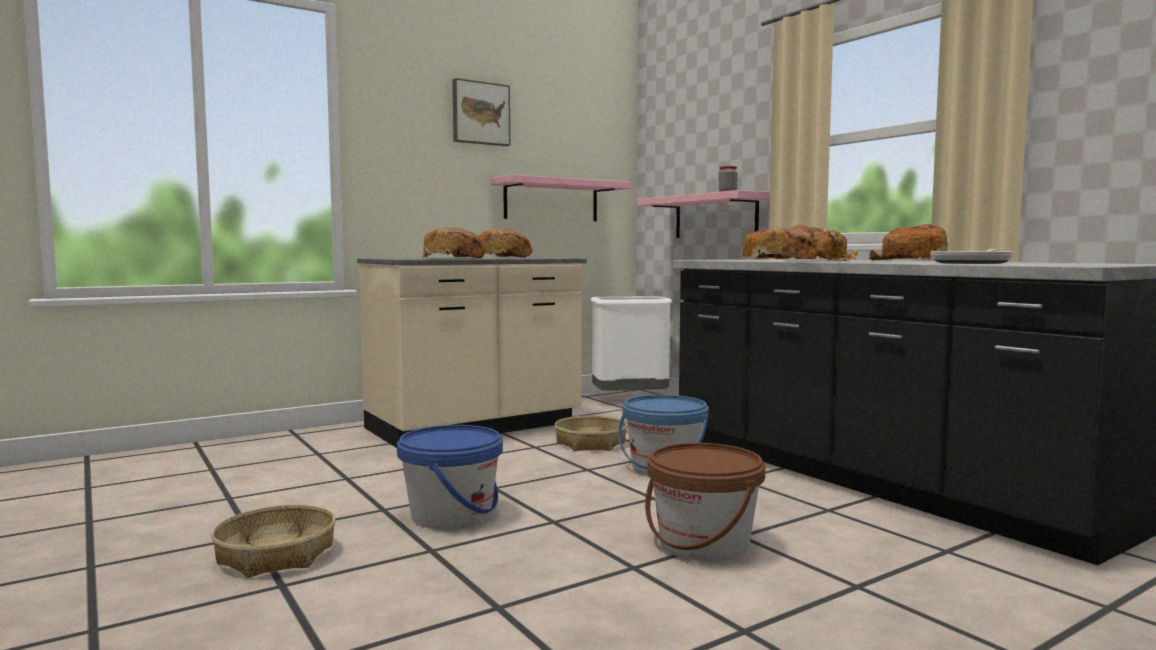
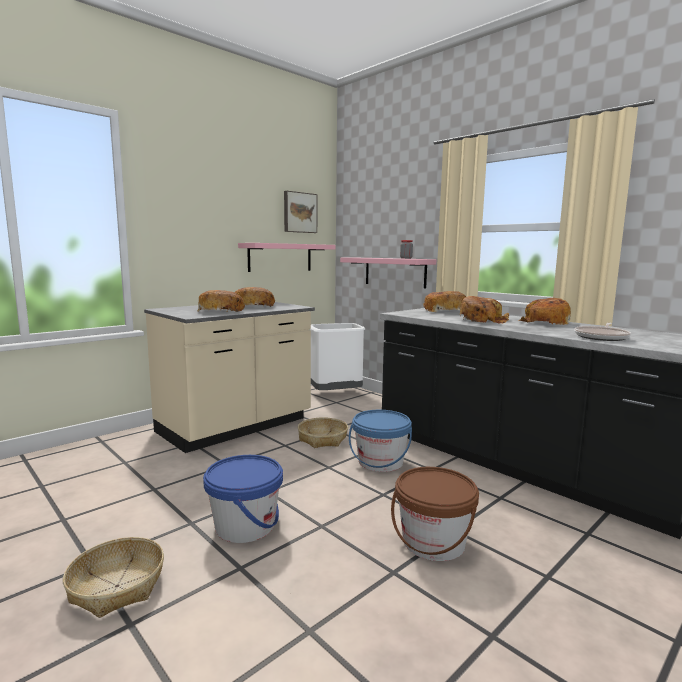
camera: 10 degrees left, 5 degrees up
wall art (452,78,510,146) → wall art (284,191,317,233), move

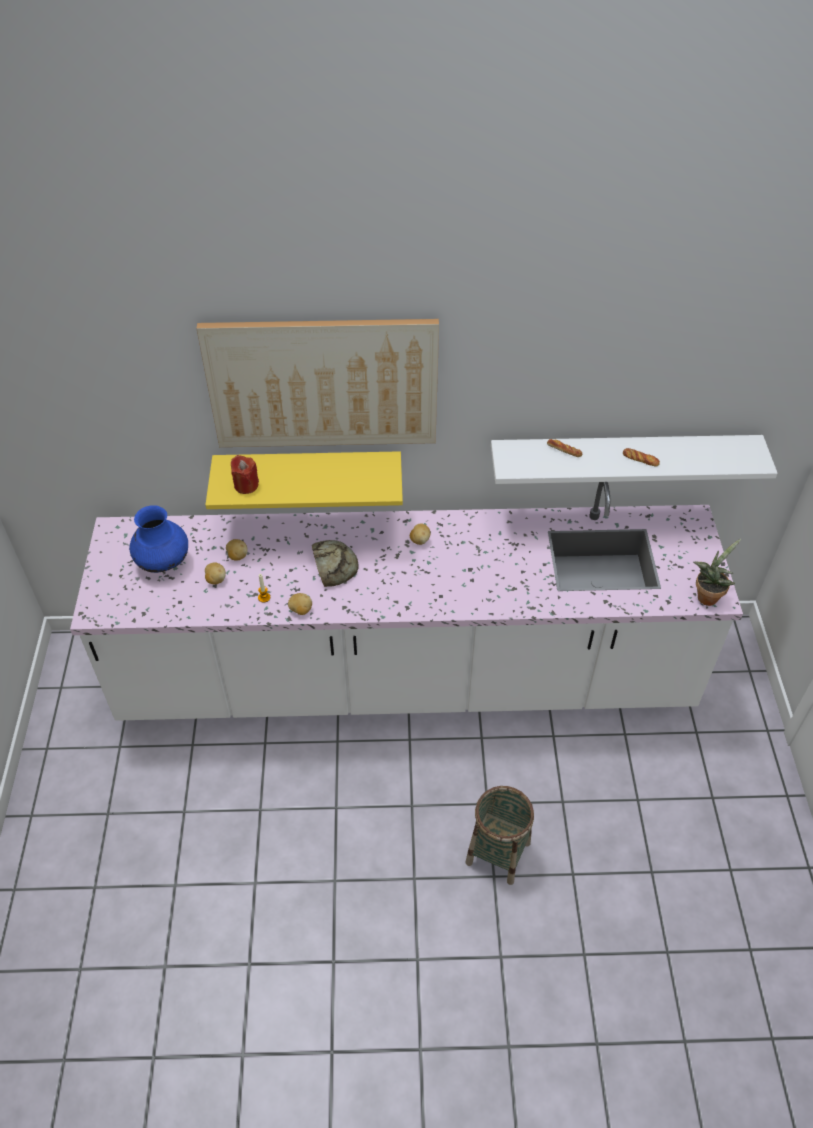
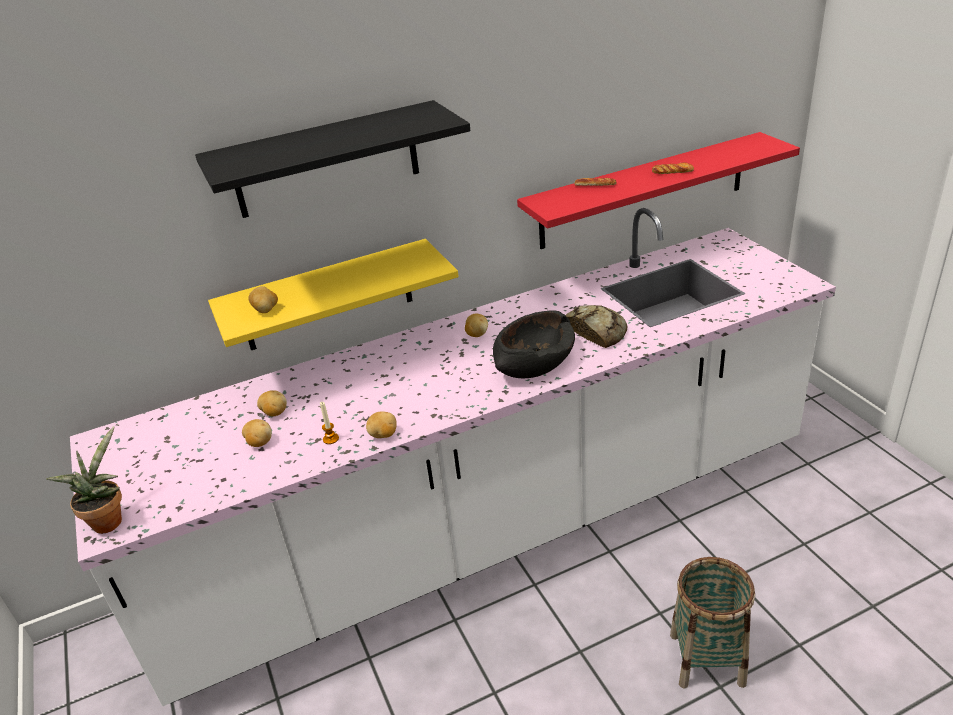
camera: 20 degrees left, 15 degrees down
wall art (196,319,439,447) → black-coloured wall shelf (195,100,470,218)
white-coloured wall shelf (491,435,778,484) → red wall shelf (517,132,800,249)
red candle (231,455,259,494) → potato (248,286,278,313)
bluish decorative vase (129,505,188,573) → -
houseplant (693,539,741,606) → houseplant (46,426,122,534), move
bakery bread (312,540,359,587) → bakery bread (566,305,627,348), move
- → black-coloured deep dish (493,310,575,378)

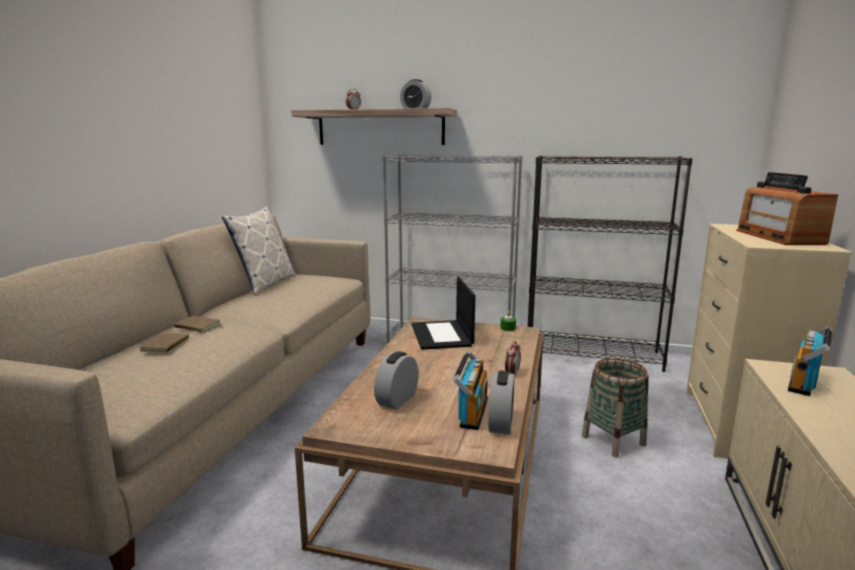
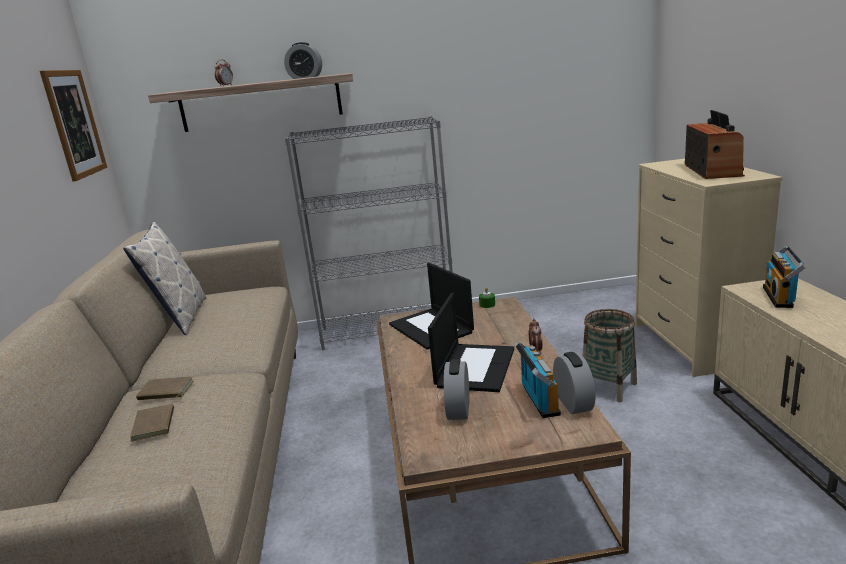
camera: 20 degrees left, 5 degrees up
black-coloured bookshelf (528,156,693,372) → -
radio (736,172,838,245) → radio (685,110,745,179), 150 degrees counterclockwise
- → wall art (40,70,107,181)
- → portable computer (428,293,514,392)

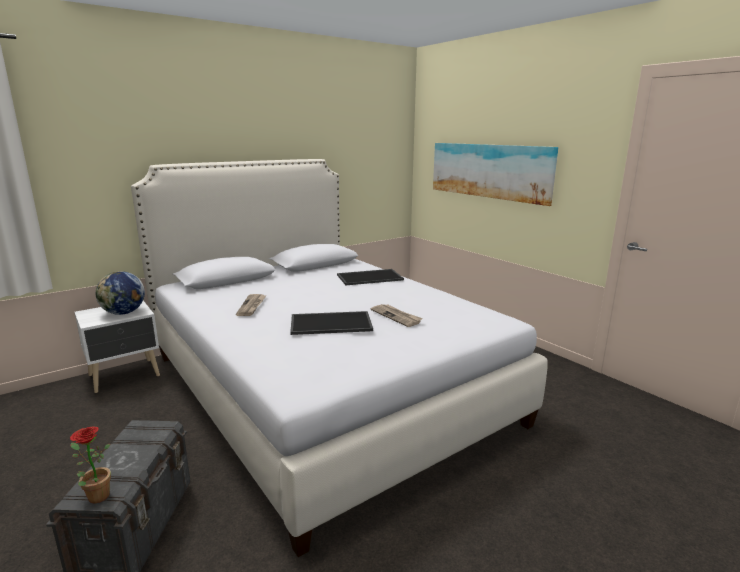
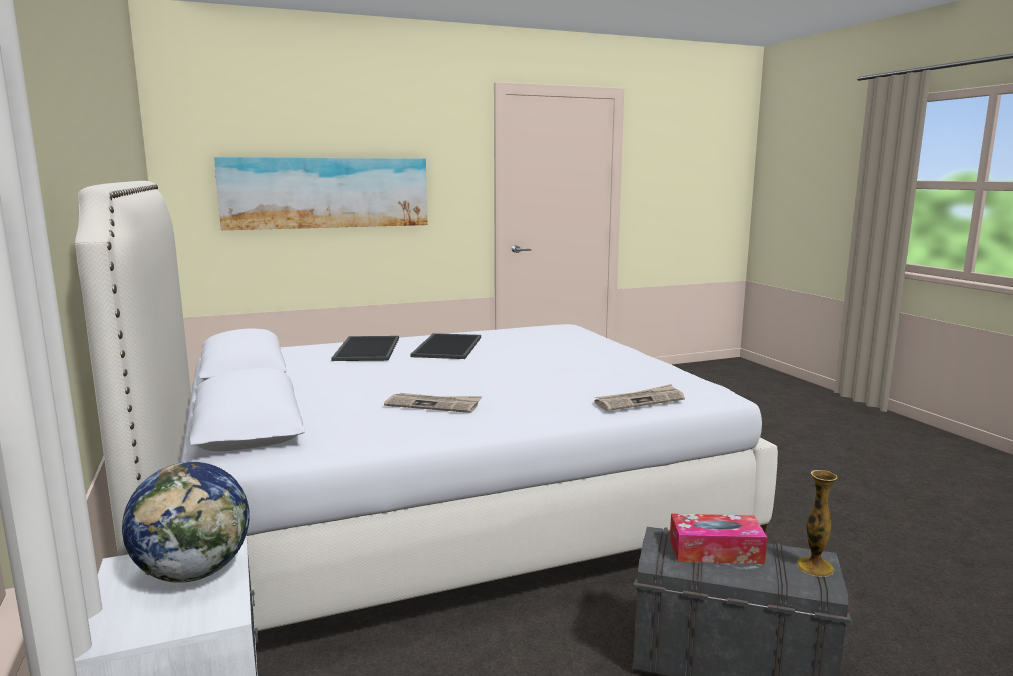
camera: 75 degrees left, 5 degrees down
newspaper (371,304,423,327) → newspaper (594,384,685,411), move
serving tray (290,311,373,335) → serving tray (410,333,481,359), move
houseplant (70,427,111,503) → decorative vase (797,470,838,577)
- → box of tissues (670,514,767,564)

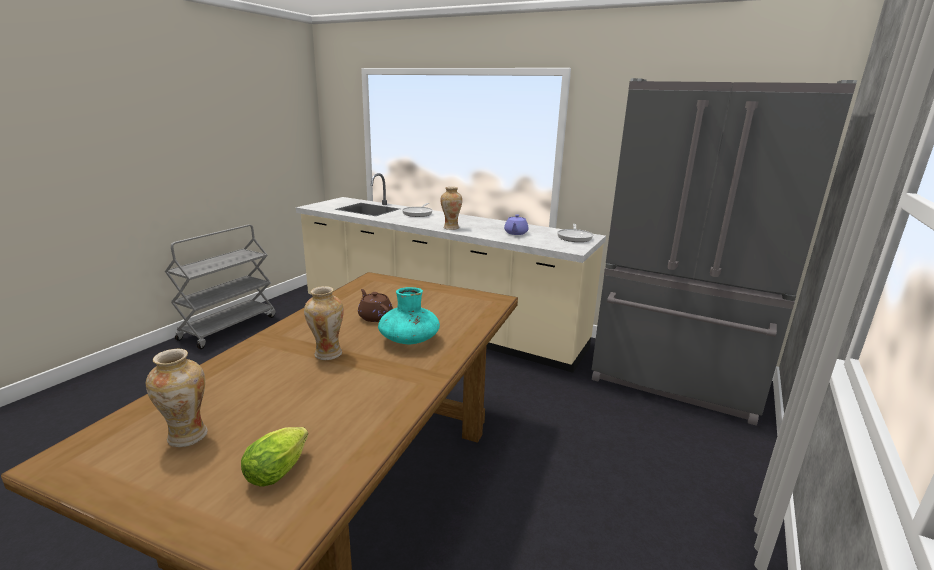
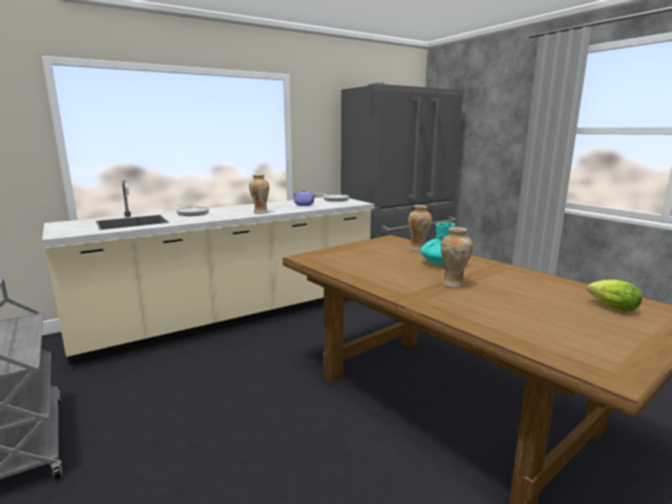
camera: 60 degrees left, 5 degrees down
brownish tea pot (358,289,393,322) → -
decorative vase (146,349,208,447) → decorative vase (408,205,432,251), move

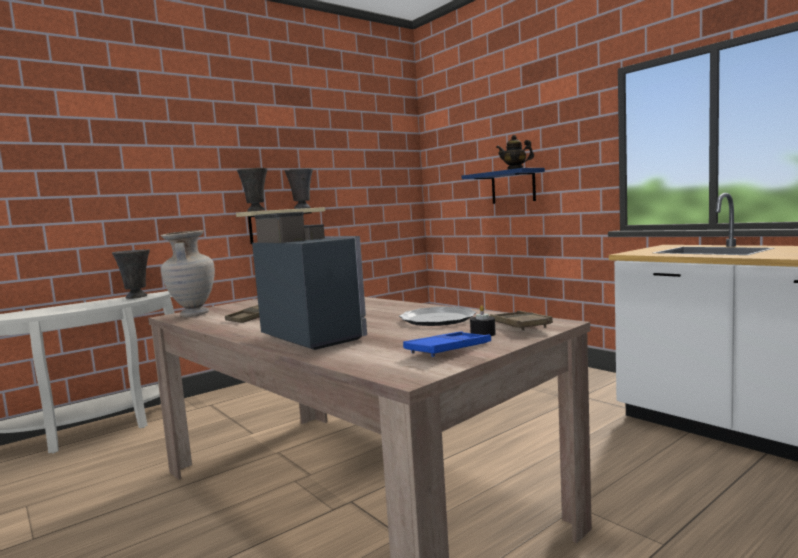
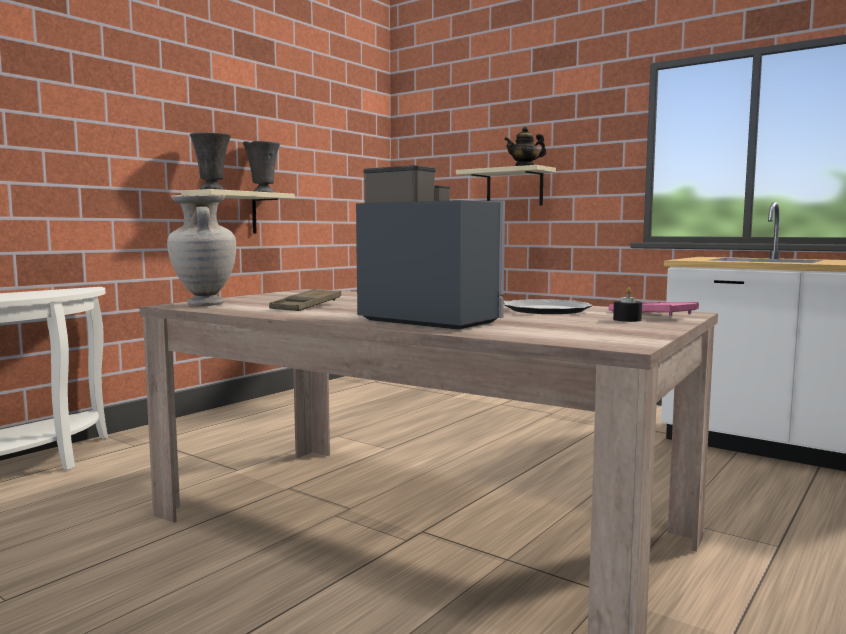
camera: 15 degrees left, 0 degrees up
bluish wall shelf (462,168,545,204) → beige-coloured wall shelf (456,165,556,206)
greyish decorative vase (112,249,150,299) → -
brownish serving tray (490,311,553,331) → pink-coloured serving tray (609,302,699,316)
bluish serving tray (403,331,491,357) → -

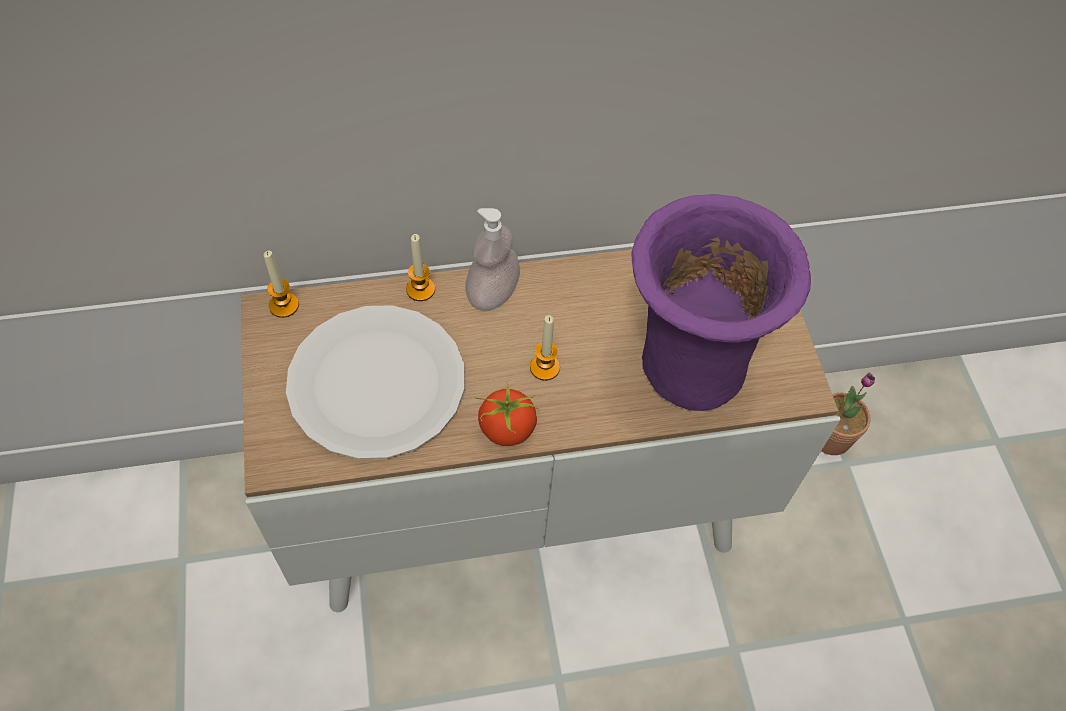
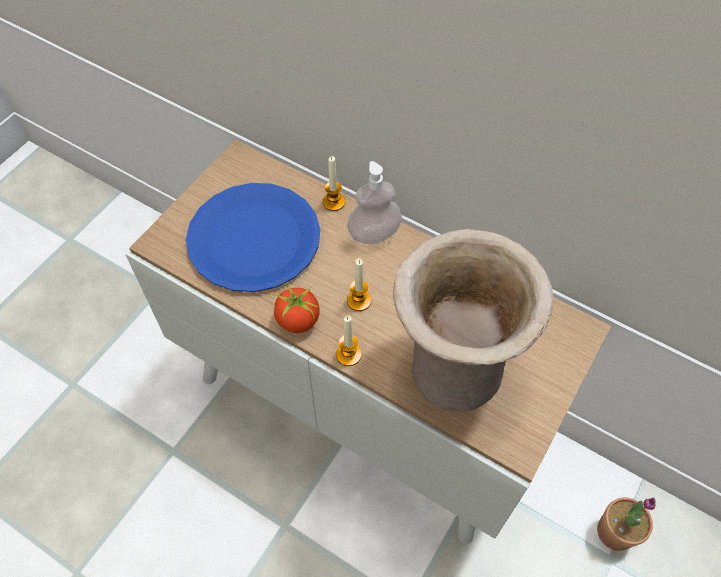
camera: 45 degrees right, 0 degrees up
purple-coloured decorative vase (631,194,811,411) → beige-coloured decorative vase (393,229,554,411)
candle (264,251,299,318) → candle (336,316,362,366), move
white-coloured plate (286,305,465,459) → bluish plate (186,183,320,292)

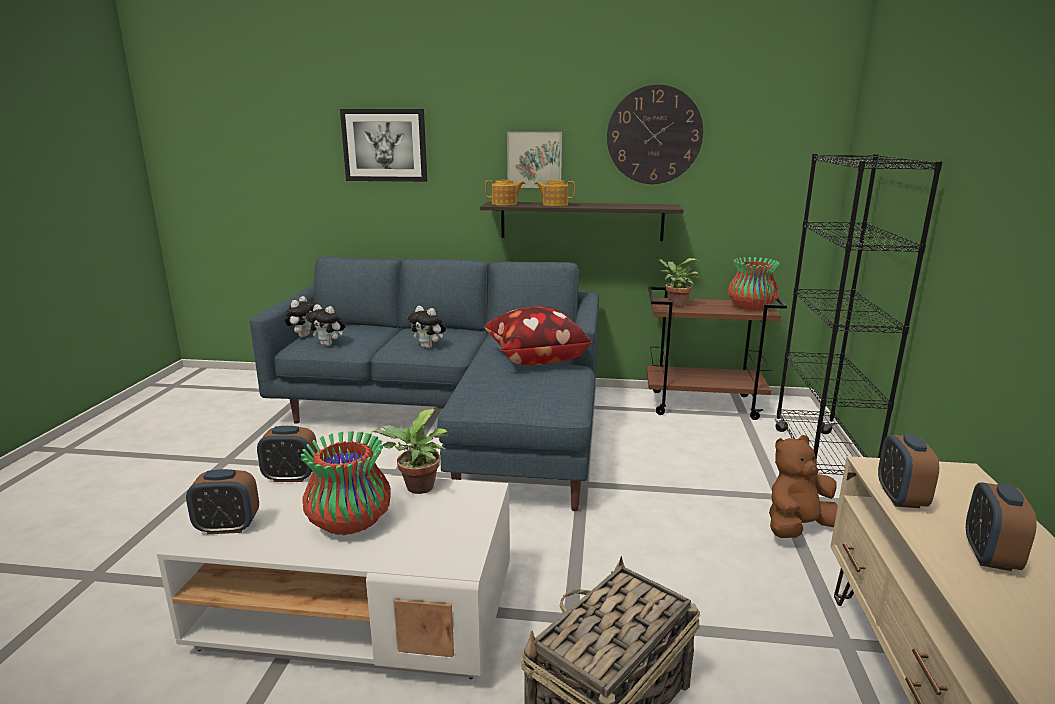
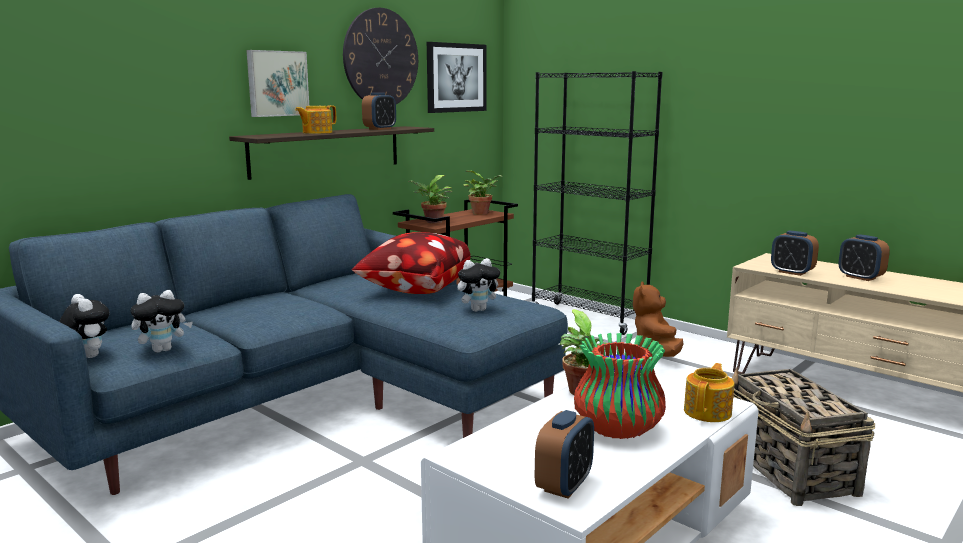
camera: 55 degrees left, 5 degrees down
wall art (340,109,427,182) → wall art (427,42,487,113), move
tea pot (485,180,525,206) → tea pot (684,363,734,422), move
decorative vase (728,257,780,310) → houseplant (463,171,502,215)
cuddly toy (408,306,446,348) → cuddly toy (457,258,503,312), move
bedside clock (257,426,318,482) → bedside clock (362,93,396,130), move

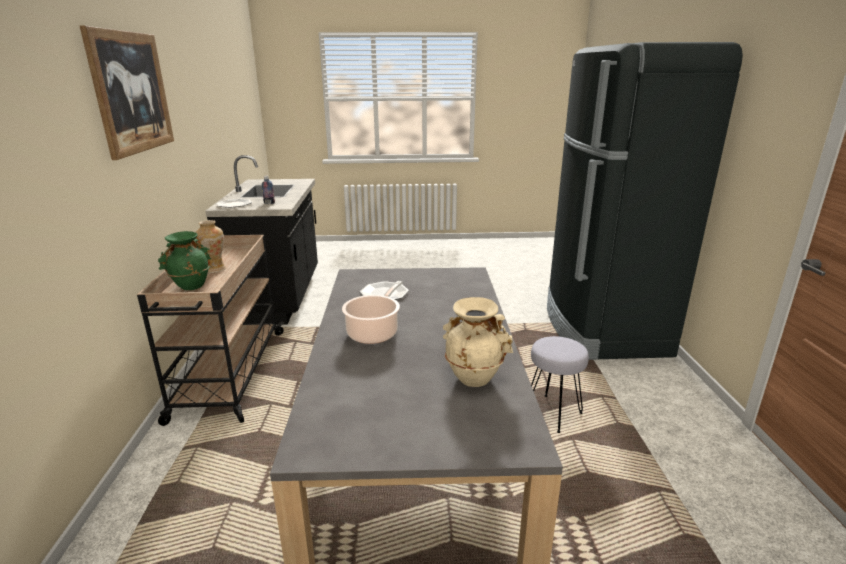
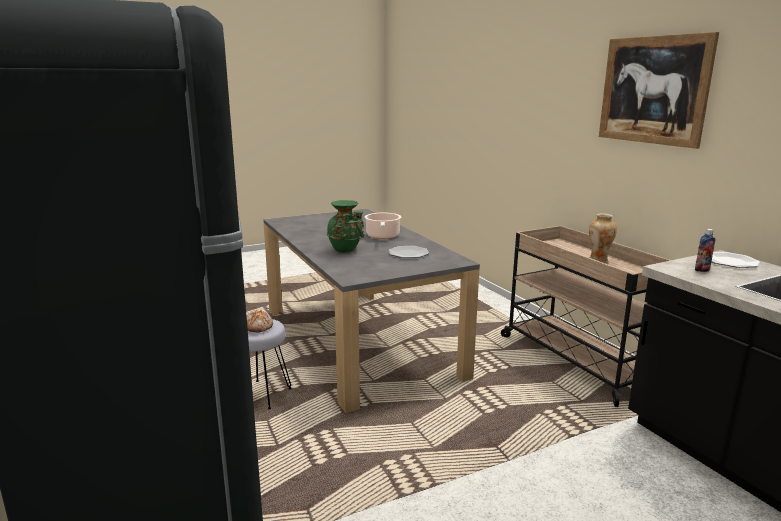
camera: 155 degrees right, 5 degrees down
greenish decorative vase (158,231,212,290) → greenish decorative vase (327,200,364,253), move
beige-coloured decorative vase (443,297,513,387) → -
- → bakery bread (246,310,273,333)

